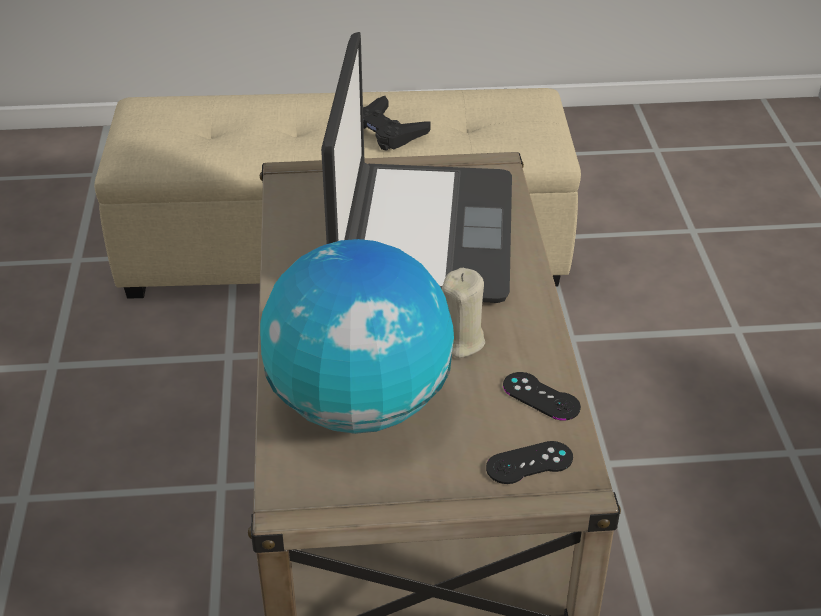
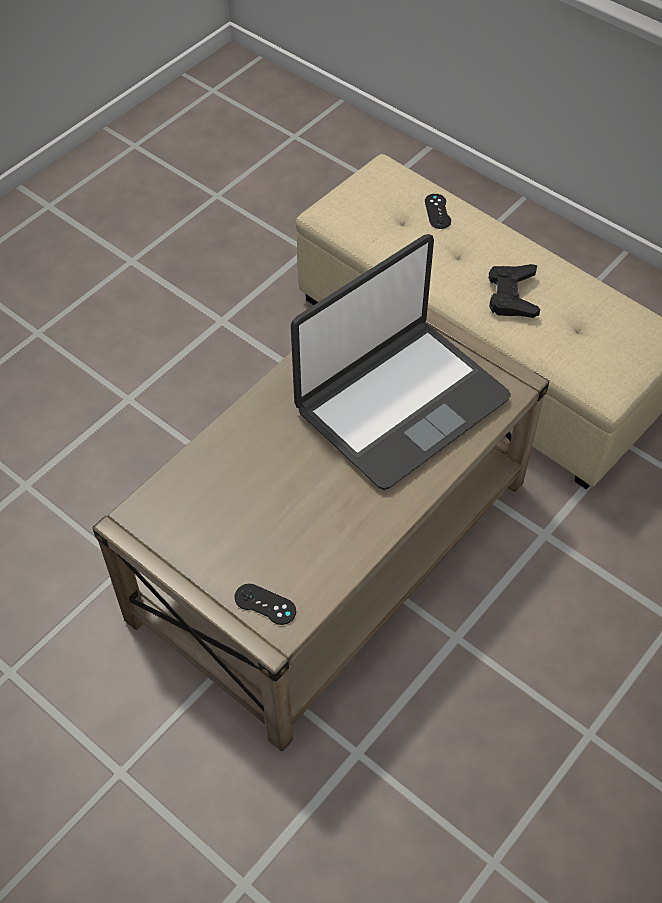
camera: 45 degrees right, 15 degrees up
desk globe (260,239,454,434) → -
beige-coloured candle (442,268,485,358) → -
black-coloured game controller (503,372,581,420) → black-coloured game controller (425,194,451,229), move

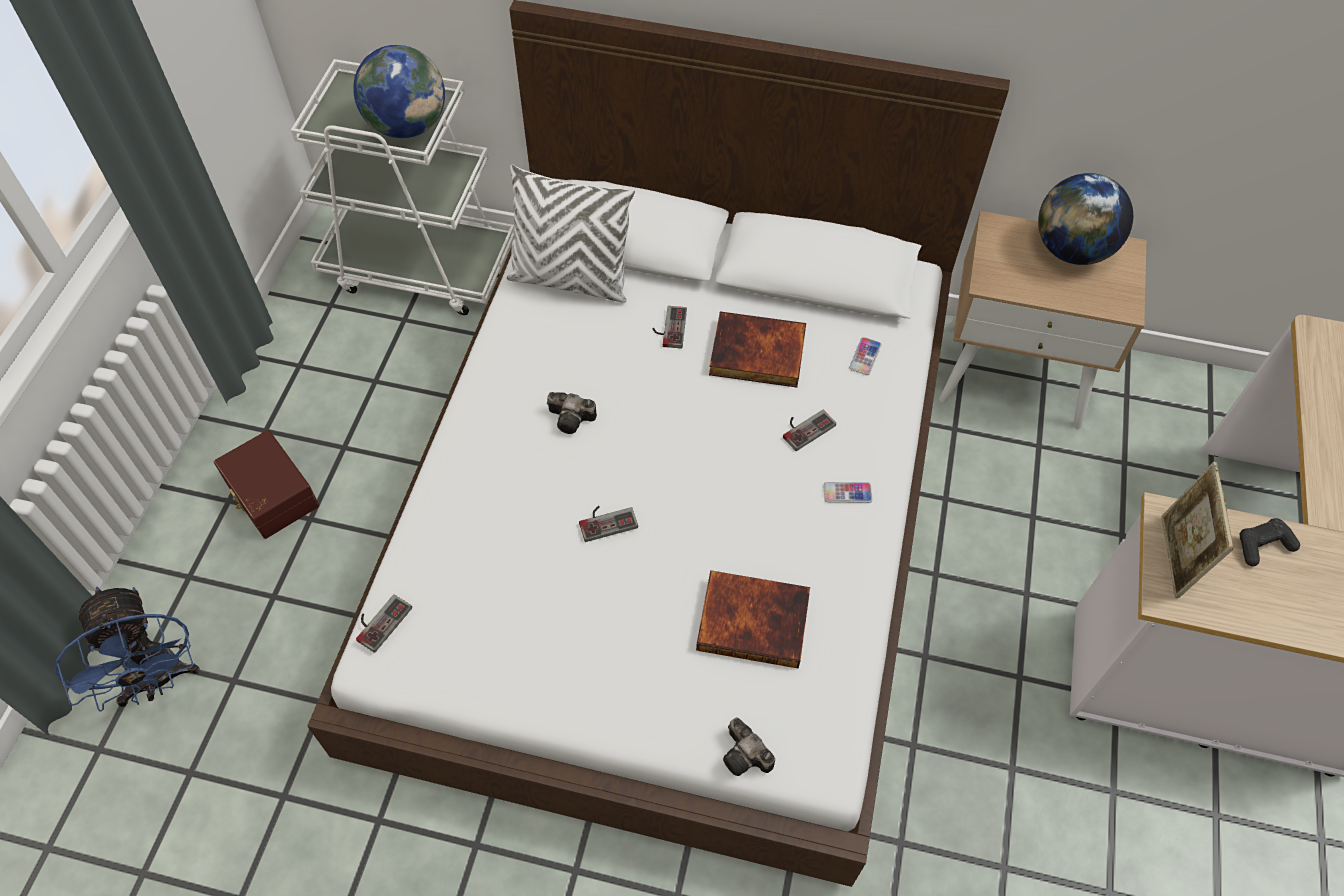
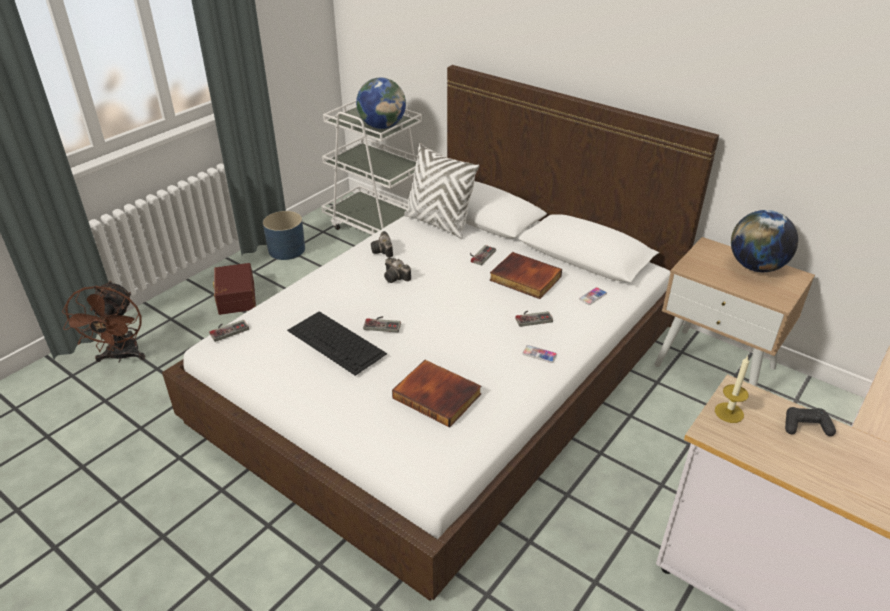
camera: 25 degrees right, 20 degrees down
photo frame (1161,462,1234,598) → candle (715,356,749,423)
bluish cooling fan (55,587,200,712) → brownish cooling fan (62,281,145,363)
still camera (723,717,775,776) → still camera (371,231,393,258), move
- → bluish planter (263,211,305,260)
- → keyboard (287,311,387,376)

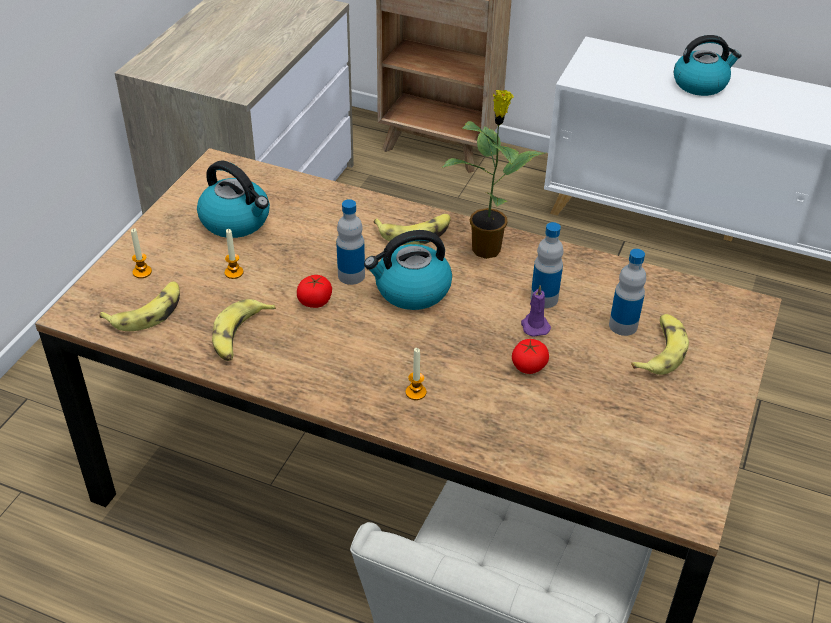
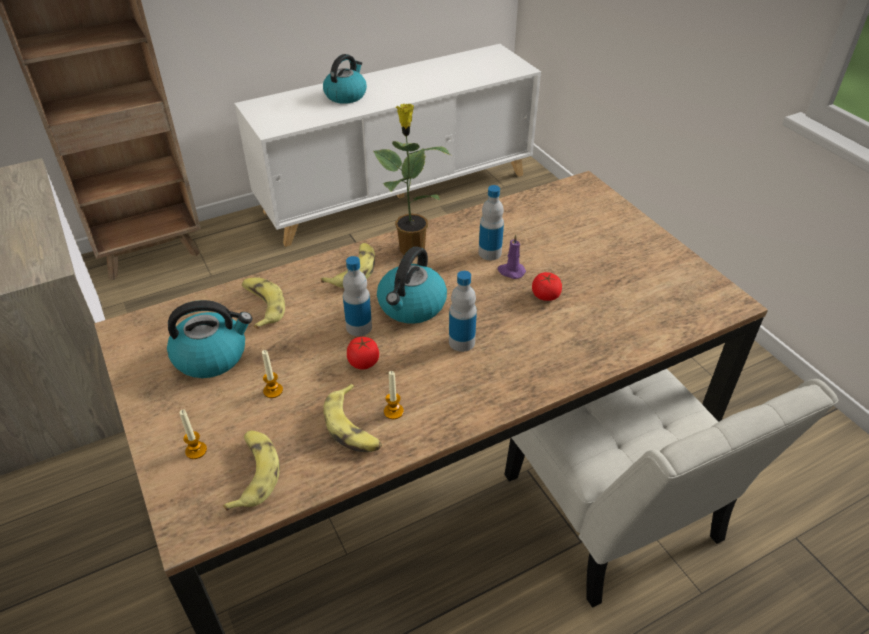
camera: 50 degrees left, 0 degrees up
drink bottle (609,249,646,336) → drink bottle (449,271,477,352), move
whole banana (631,314,689,375) → whole banana (242,278,285,329), move
candle (406,348,426,400) → candle (384,371,404,419), move

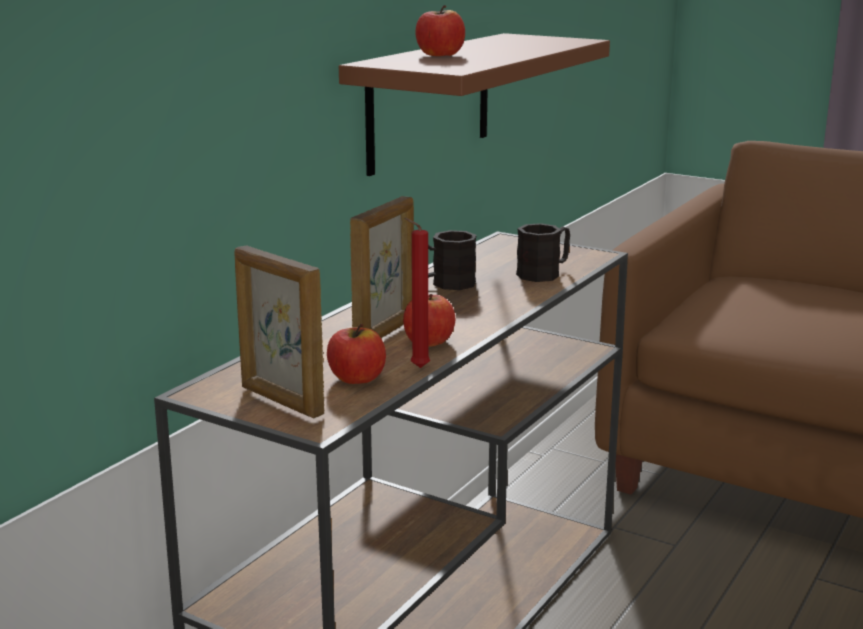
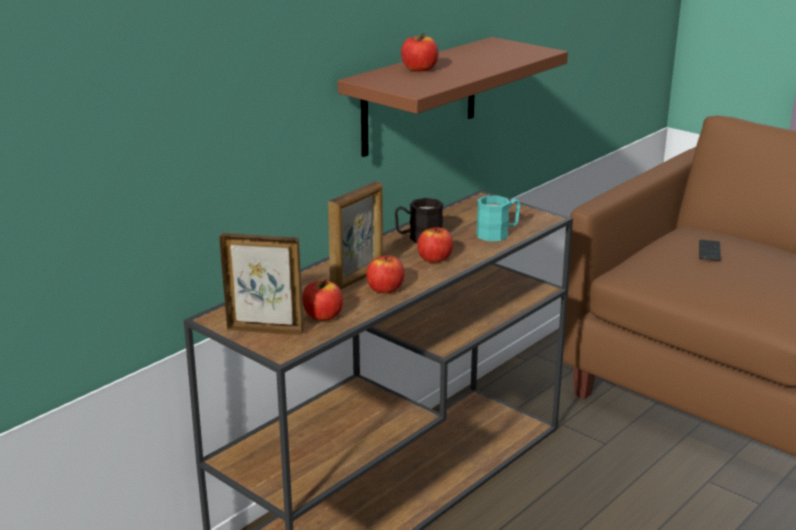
camera: 10 degrees right, 5 degrees up
red candle (404,218,430,368) → -
black-coloured tea mug (516,223,570,282) → blue-green tea mug (476,195,520,241)
photo frame (234,245,324,419) → photo frame (219,233,304,336), 135 degrees clockwise
- → whole apple (417,227,453,263)
- → telephone (699,240,721,261)

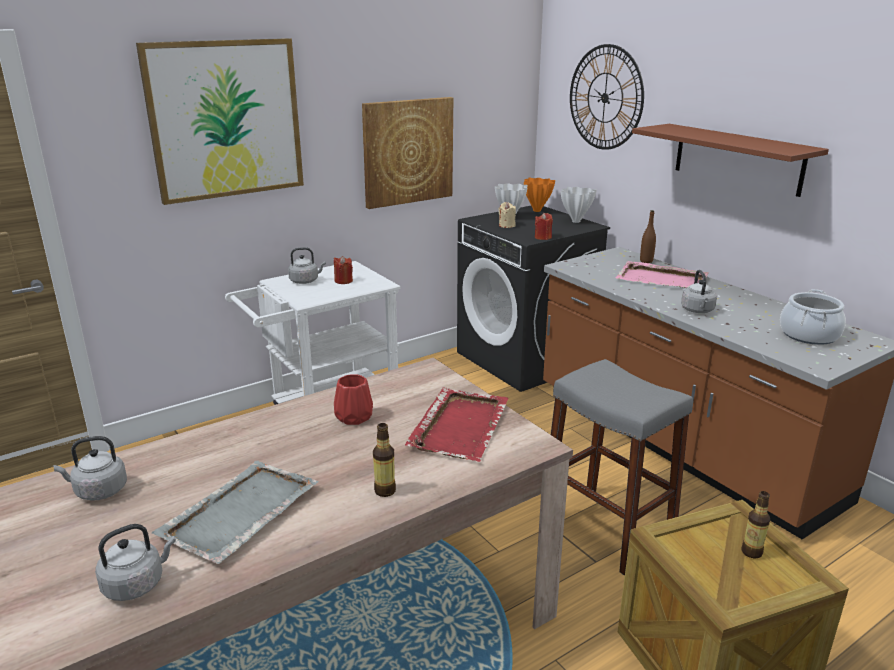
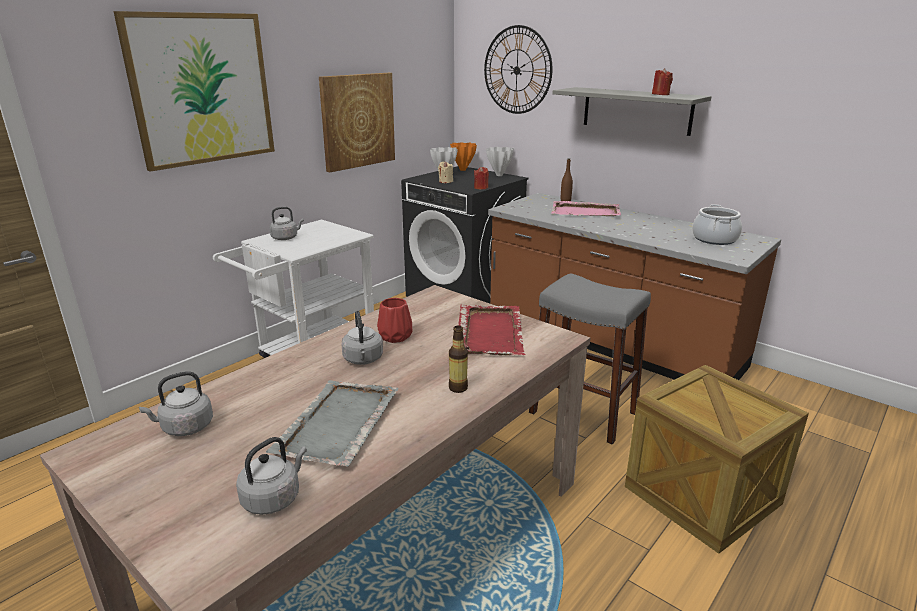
camera: 15 degrees left, 0 degrees up
brownish wall shelf (632,124,829,197) → greyish wall shelf (553,87,712,136)
red candle (334,256,353,284) → red candle (652,68,673,95), move
greyish kettle (681,270,717,313) → greyish kettle (341,311,383,365), move
drink bottle (741,491,770,558) → -

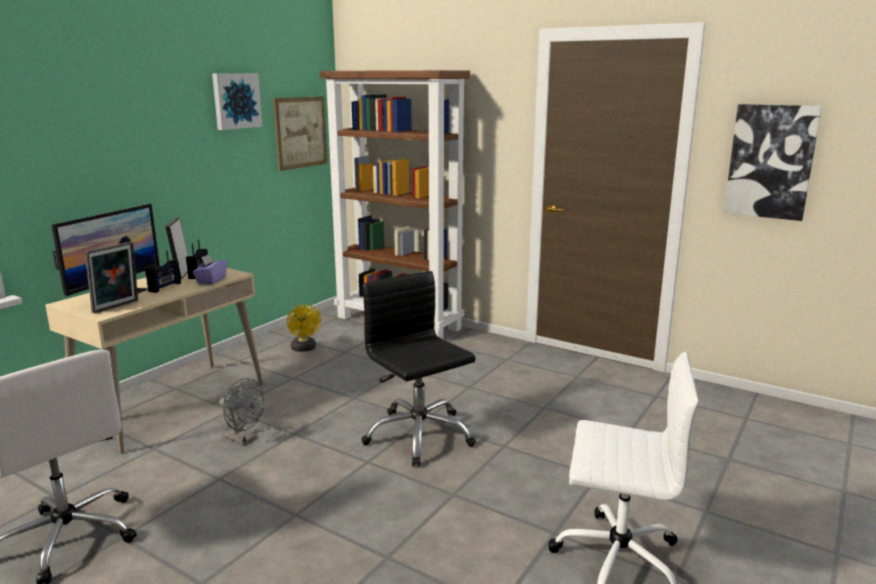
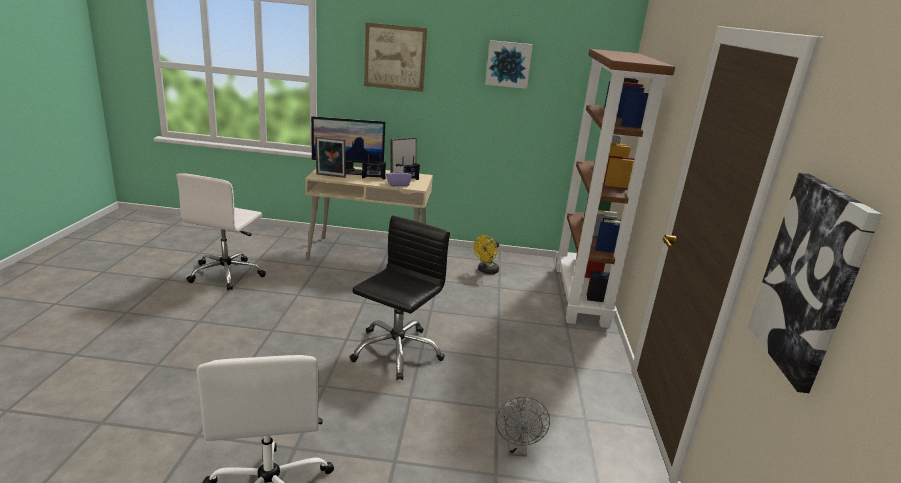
camera: 60 degrees right, 5 degrees up
wall art (273,96,327,171) → wall art (364,22,427,92), move
greyish cooling fan (219,378,264,445) → greyish cooling fan (496,397,550,457), move

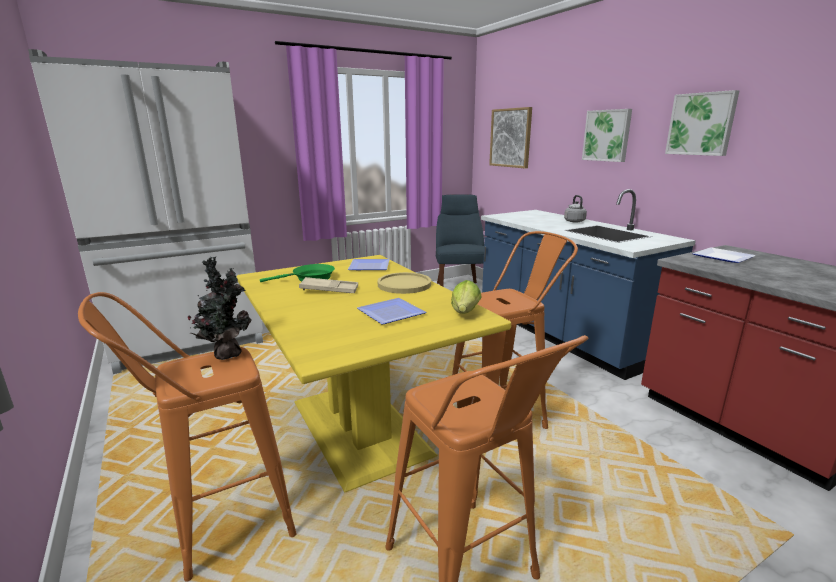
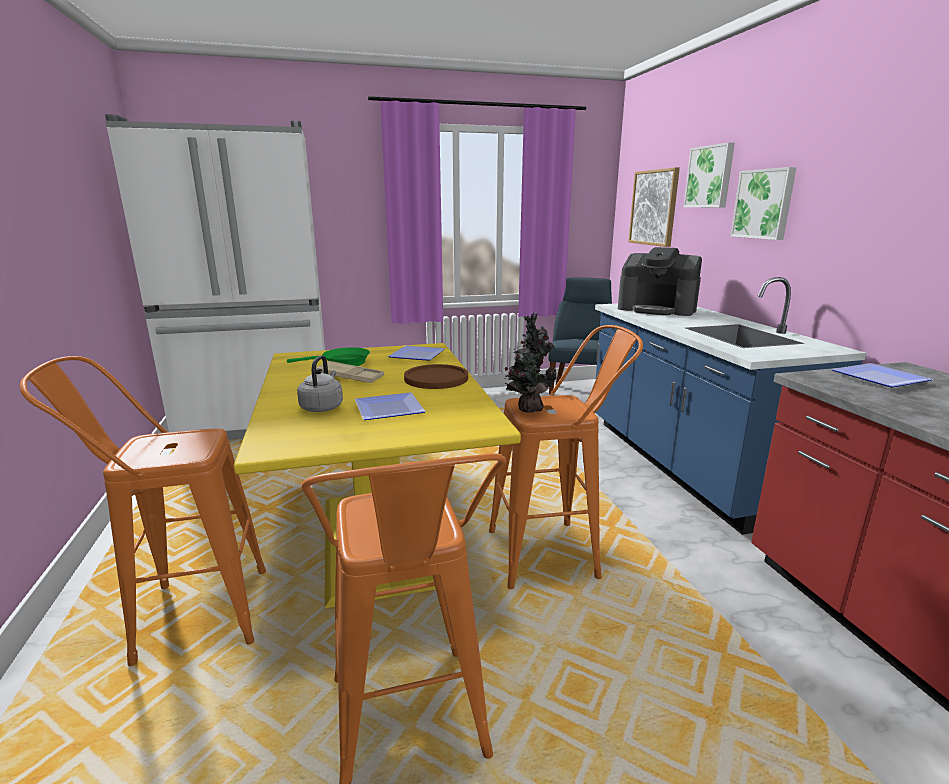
camera: 15 degrees right, 0 degrees up
wall art (665,90,740,156) → wall art (683,142,735,207), move
greyish kettle (564,195,587,223) → greyish kettle (297,355,343,412), move
houseplant (187,257,252,360) → houseplant (504,313,557,413), move
yellow plate (378,272,431,294) → brownish plate (404,364,468,389)
lettuce (451,280,481,314) → -
- → coffee maker (618,247,702,316)

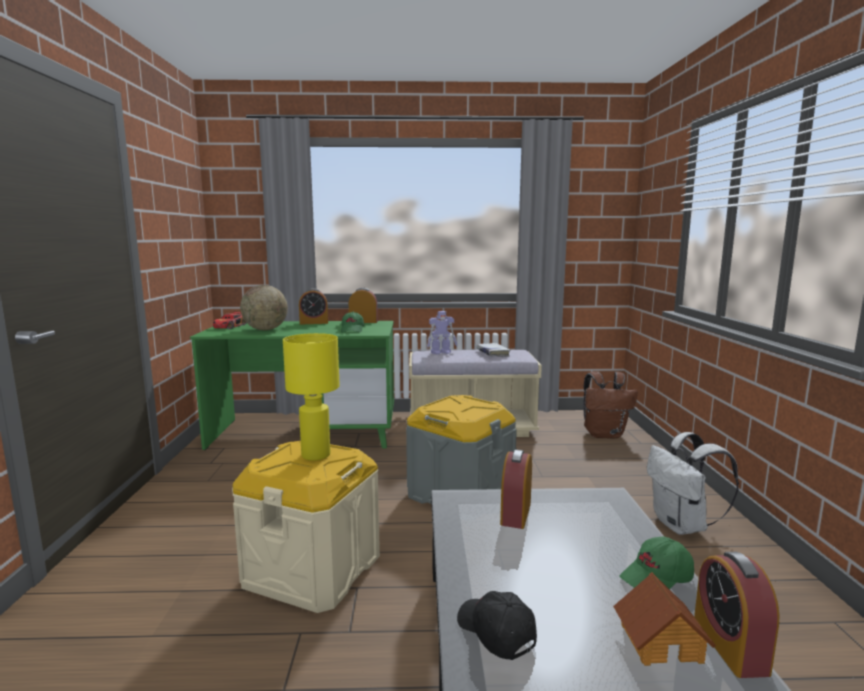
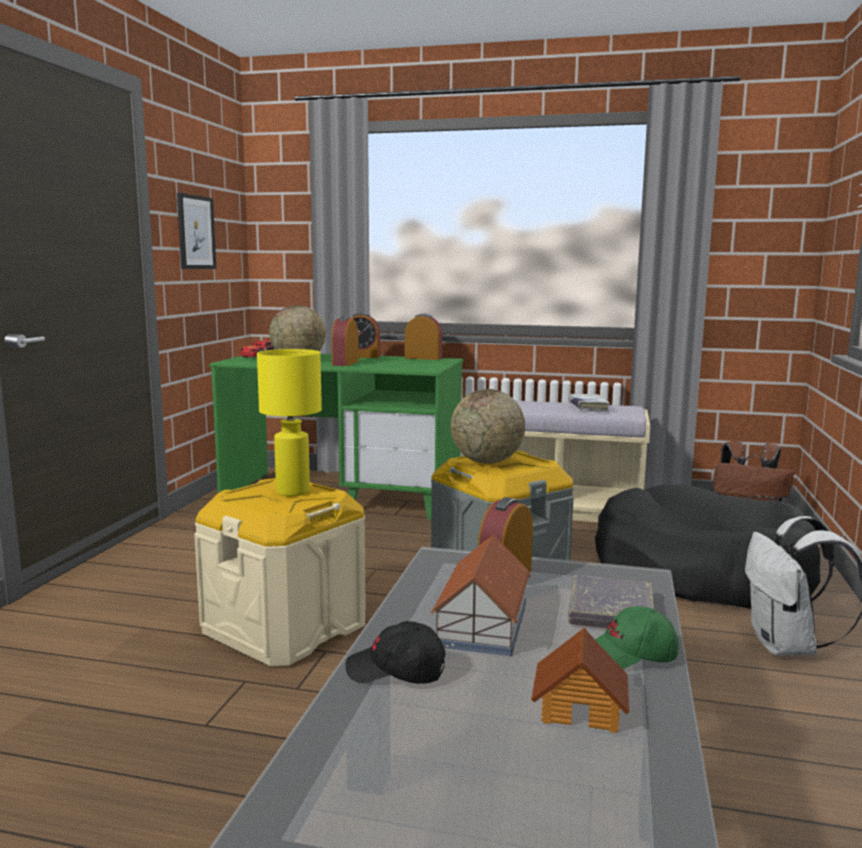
camera: 15 degrees right, 0 degrees up
robot figure (427,311,457,355) → -
greenish cap (341,312,364,333) → -
bedside clock (694,552,779,678) → bedside clock (331,316,359,366), move
black-coloured cap (457,591,537,660) → black-coloured cap (345,621,445,684), 60 degrees counterclockwise
- → wall art (177,193,216,269)
- → desk globe (451,389,525,464)
- → black-coloured pet bed (595,484,820,609)
- → toy house (431,534,531,656)
- → greyish volume (568,575,654,628)

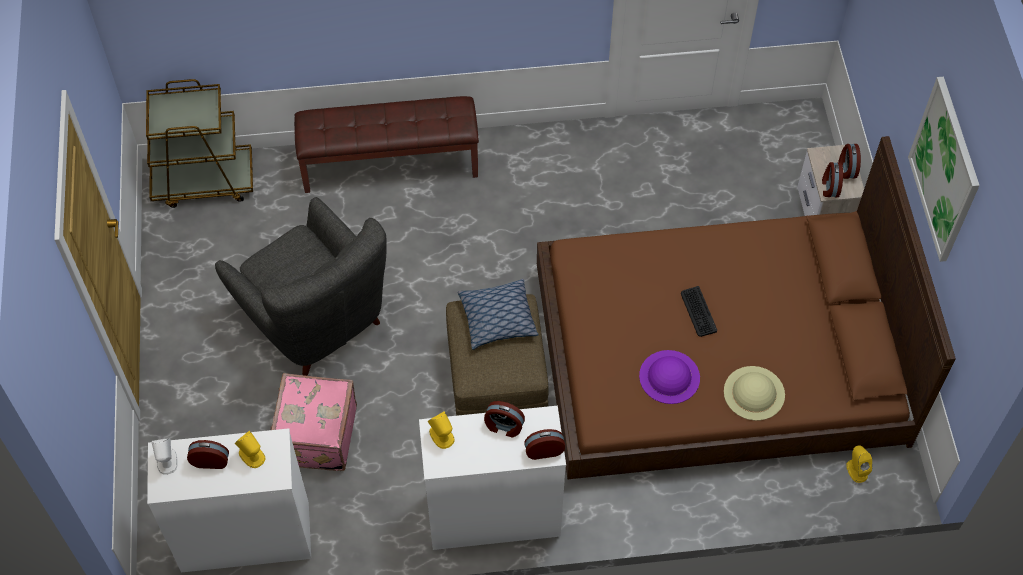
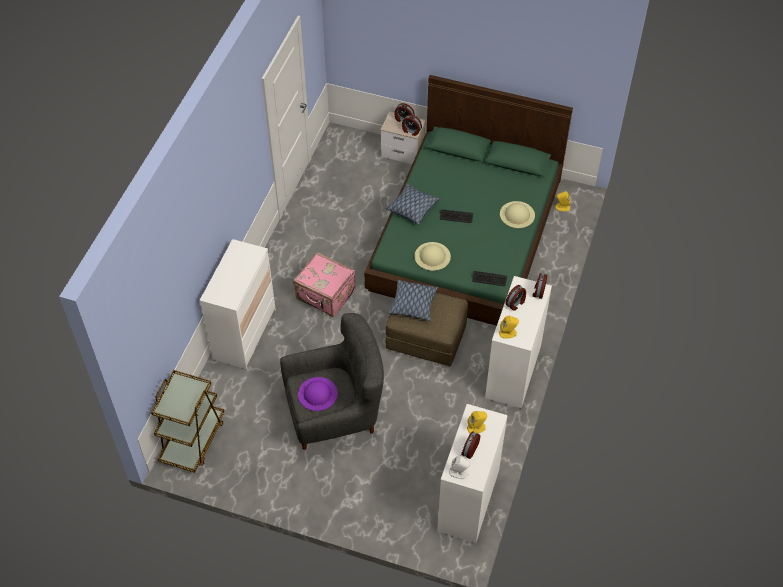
camera: 65 degrees left, 5 degrees down
wall art (908,77,980,262) → -
brownish indoor bench (294,96,479,193) → white-coloured dresser (200,239,276,369)
brownish sleeping bed (537,136,956,479) → greenish sleeping bed (364,75,573,326)
purple-coloured clothing hat (639,350,700,404) → purple-coloured clothing hat (298,377,338,411), move
pink-coloured travel case (271,373,357,471) → pink-coloured travel case (293,252,356,317), move
- → throw pillow (386,183,440,225)
- → beige-coloured clothing hat (414,242,451,271)
- → keyboard (472,271,507,286)

